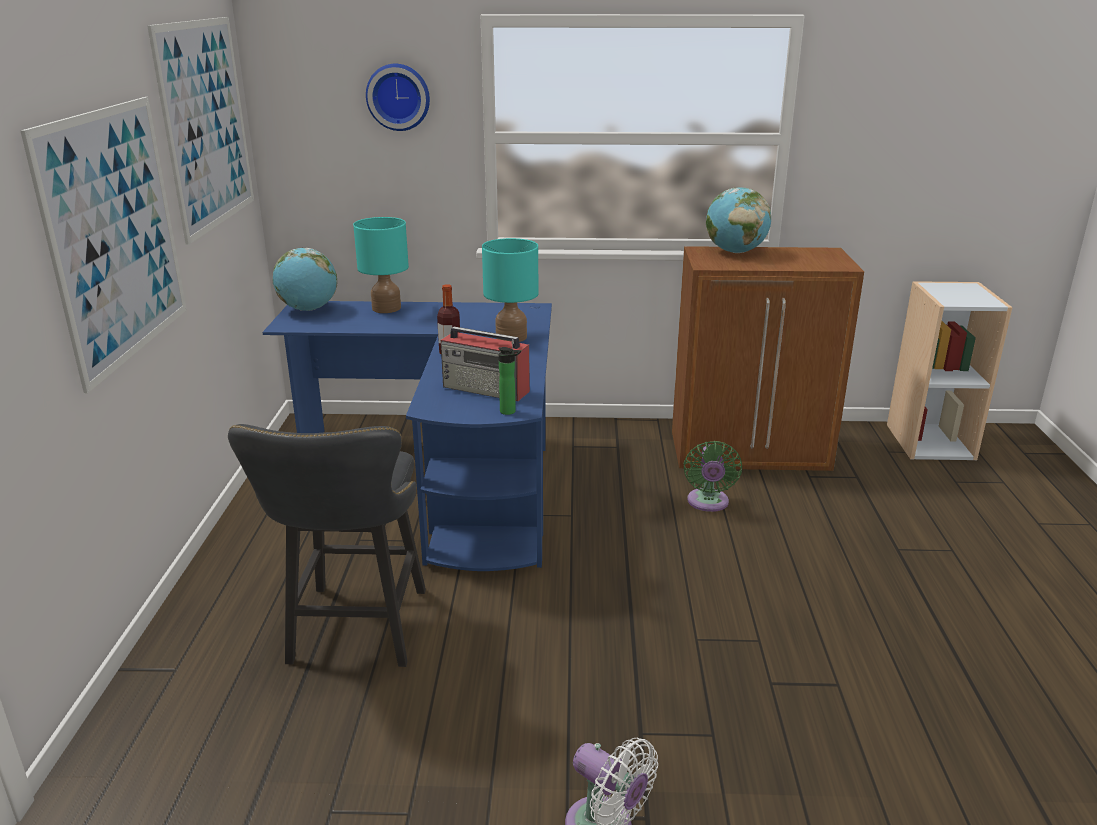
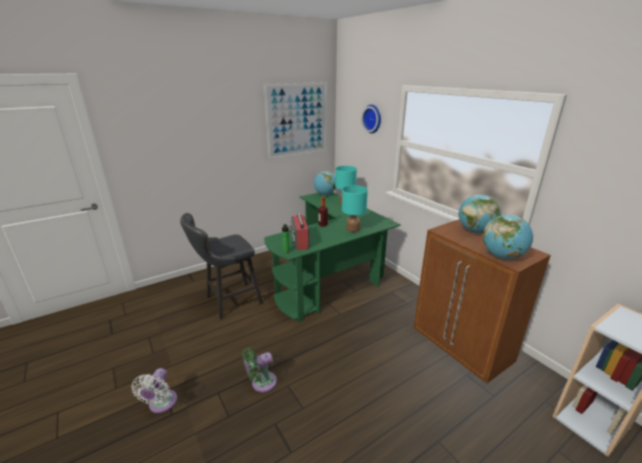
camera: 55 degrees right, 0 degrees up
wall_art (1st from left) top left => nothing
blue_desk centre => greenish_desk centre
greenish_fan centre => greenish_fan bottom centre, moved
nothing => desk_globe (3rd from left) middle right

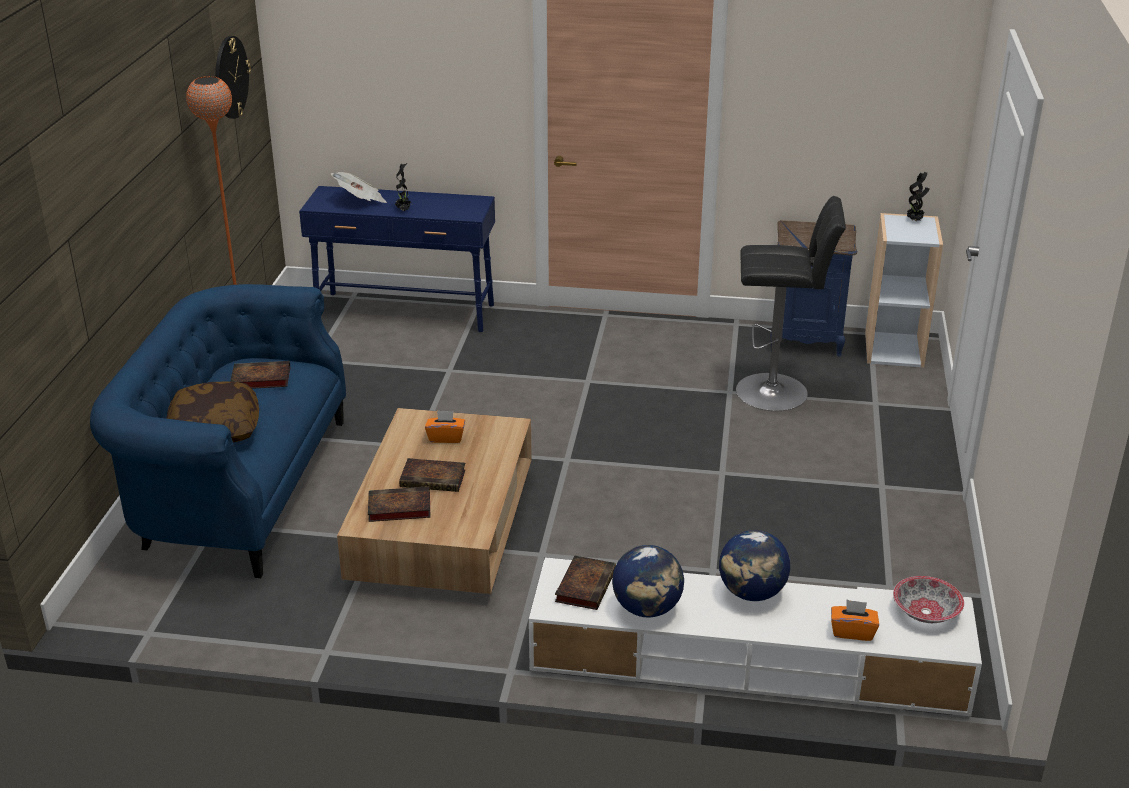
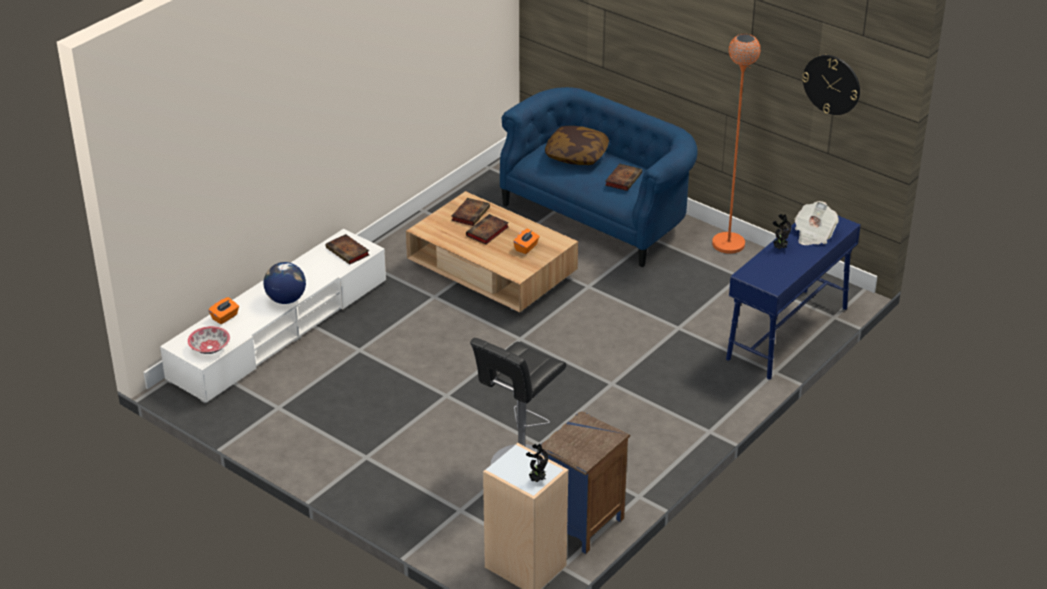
camera: 120 degrees right, 5 degrees up
desk_globe (1st from left) bottom centre => nothing

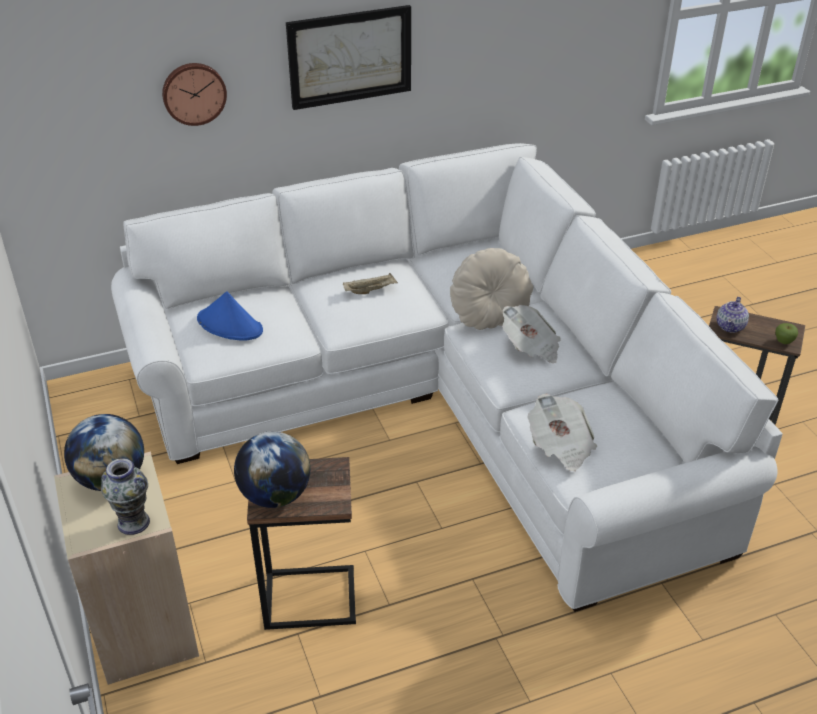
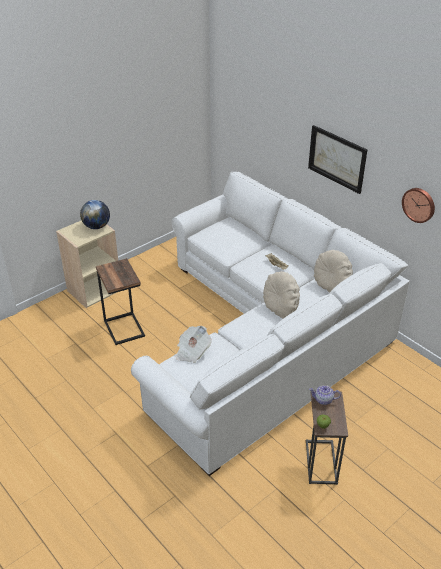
camera: 70 degrees right, 0 degrees up
decorative_vase bottom left => nothing
hanging_clock top left => hanging_clock middle right, moved
blue_clothing_hat middle left => nothing
desk_globe (2nd from left) middle left => nothing
daily_paper (1st from left) centre => nothing
nothing => beige_cushion (2nd from left) middle right

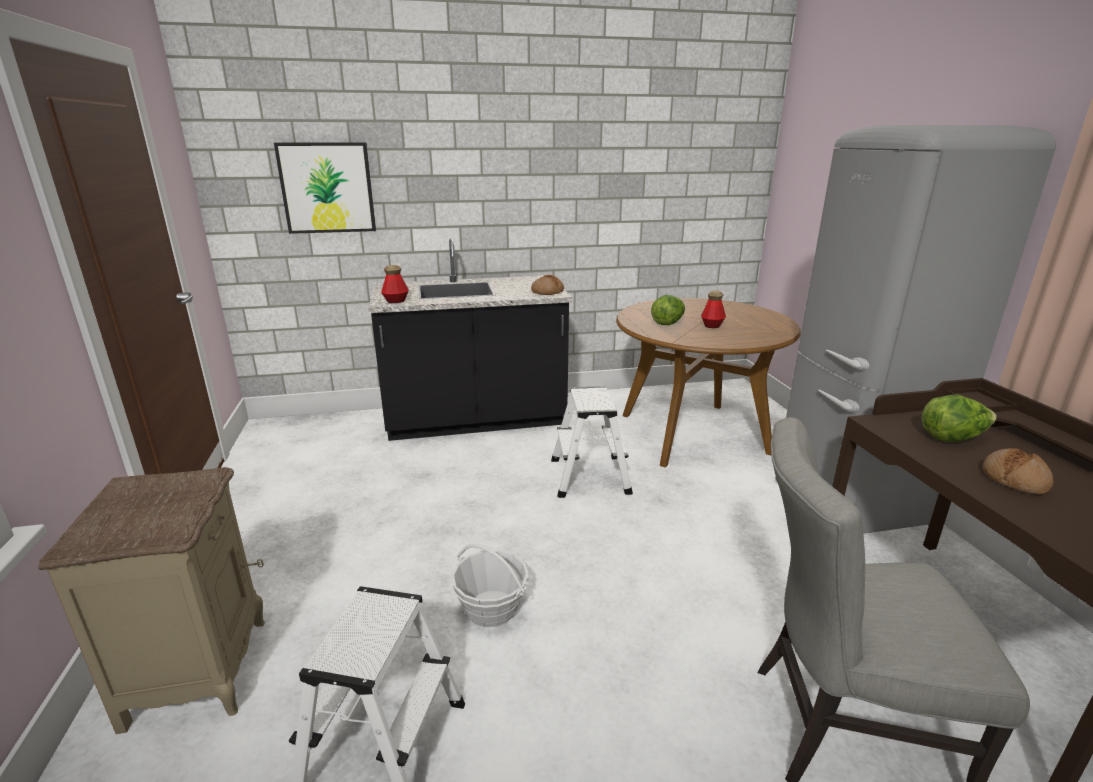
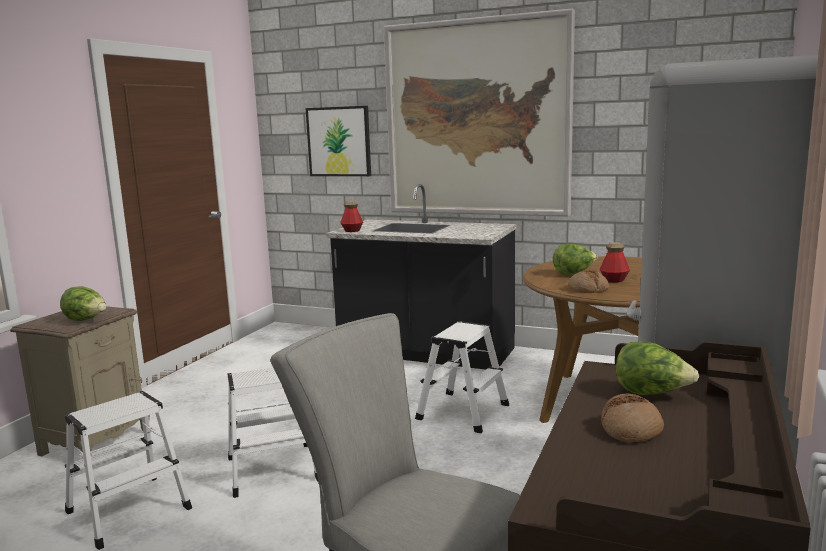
camera: 35 degrees right, 10 degrees down
storage_basket bottom centre => whitish_step_stool (2nd from left) bottom left
bread (1st from left) centre => bread (1st from left) middle right, moved
nothing => head_of_lettuce (1st from left) middle left
nothing => wall_art (2nd from left) top centre

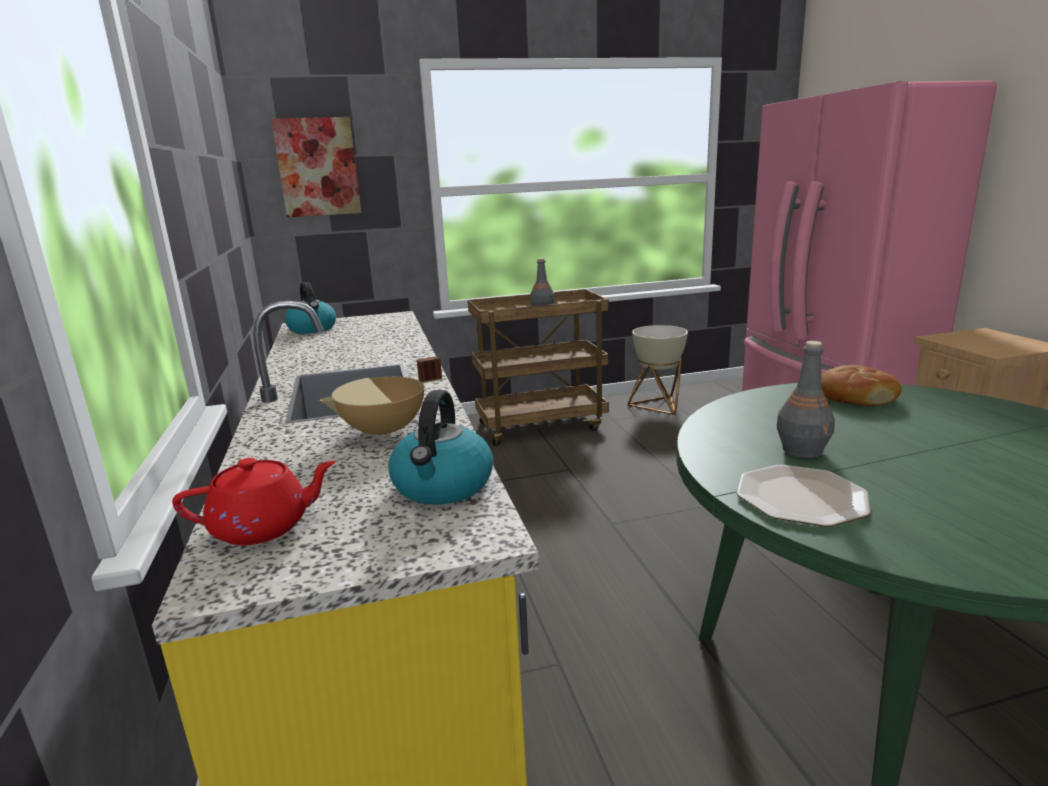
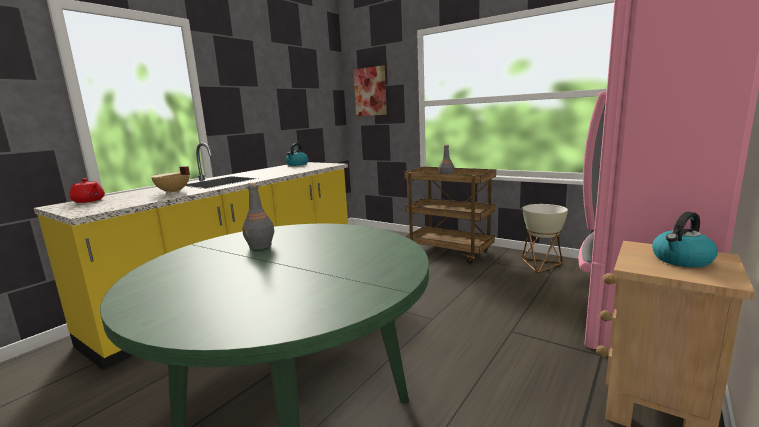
camera: 50 degrees right, 5 degrees down
kettle (2nd from left) centre => kettle (2nd from left) middle right, moved
flat_dish middle right => nothing
bread middle right => nothing

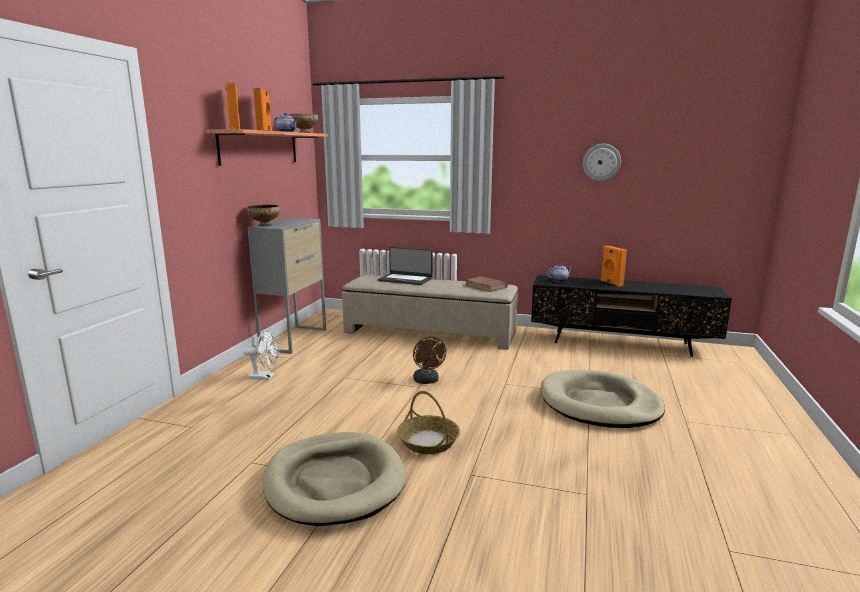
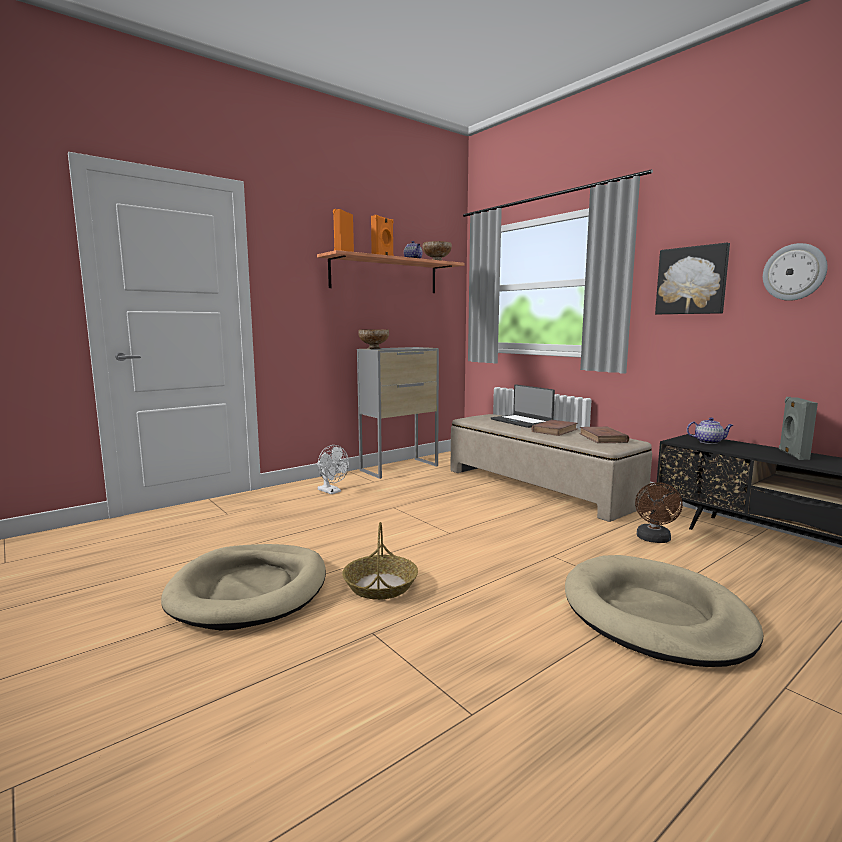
camera: 35 degrees right, 5 degrees down
brown-coloured_fan centre => brown-coloured_fan middle right, moved
orange_loudspeaker (3rd from left) middle right => gray_loudspeaker middle right
nothing => brown-coloured_volume (1st from left) centre
nothing => wall_art top right

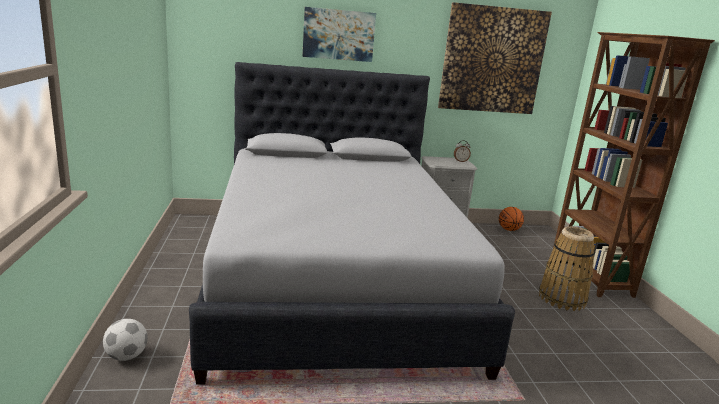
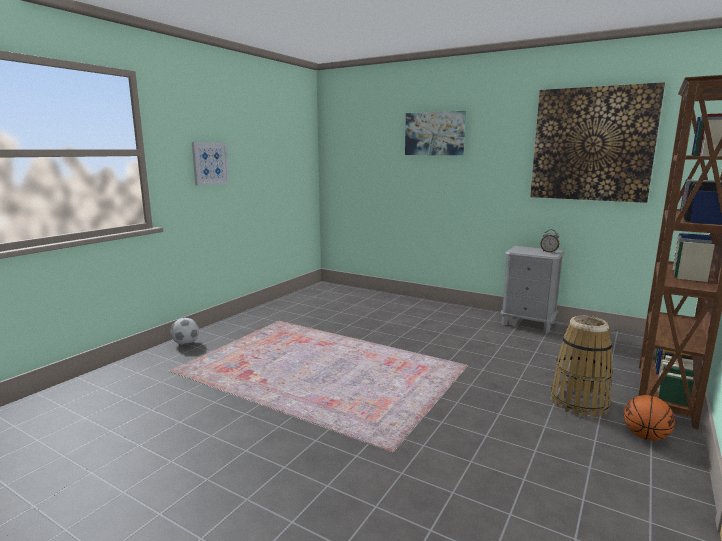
camera: 40 degrees right, 5 degrees down
gray_sleeping_bed centre => nothing
basketball_ball middle right => basketball_ball bottom right, moved
nothing => wall_art (1st from left) top left

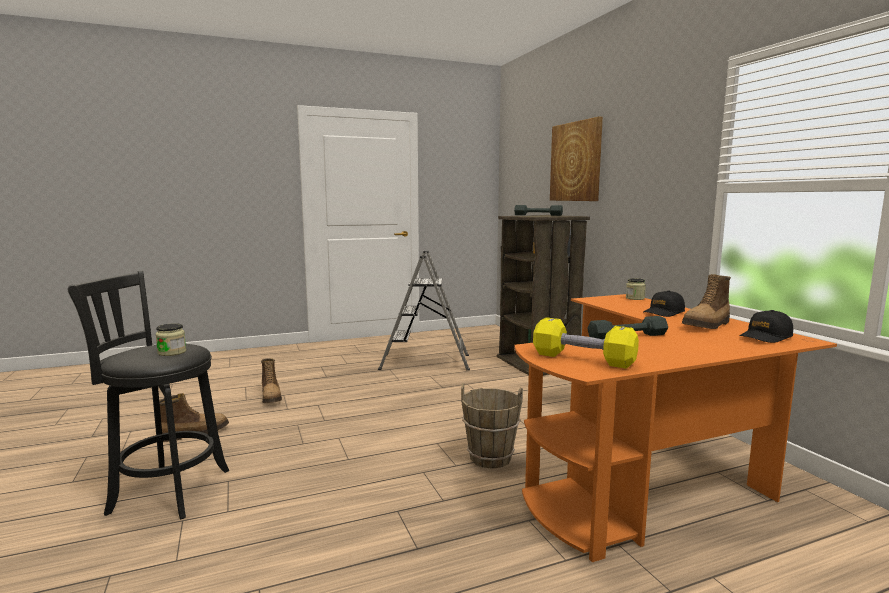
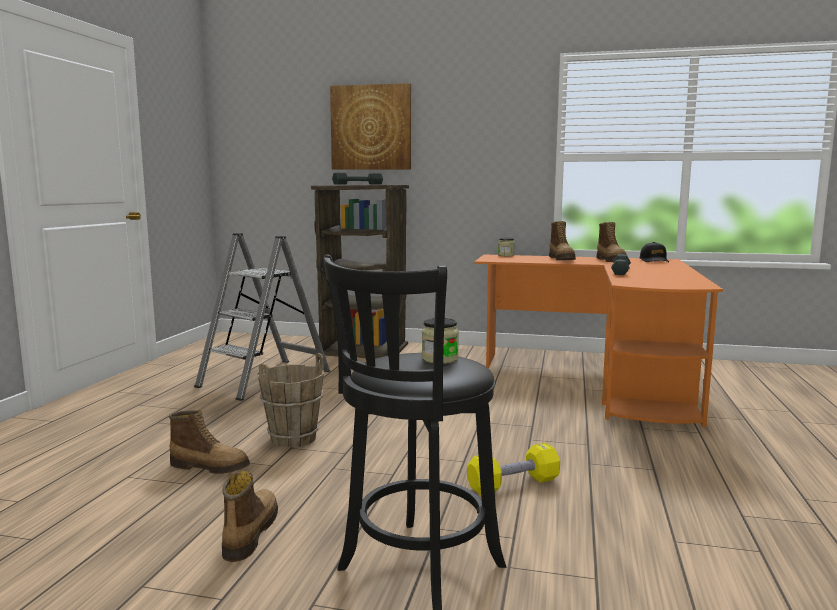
camera: 55 degrees left, 0 degrees up
brown-coloured_water_bucket bottom centre => brown-coloured_water_bucket centre, moved
yellow_hand_weight centre => yellow_hand_weight bottom centre, moved
black_baseball_cap (1st from left) middle right => high-top_boot (3rd from left) middle right

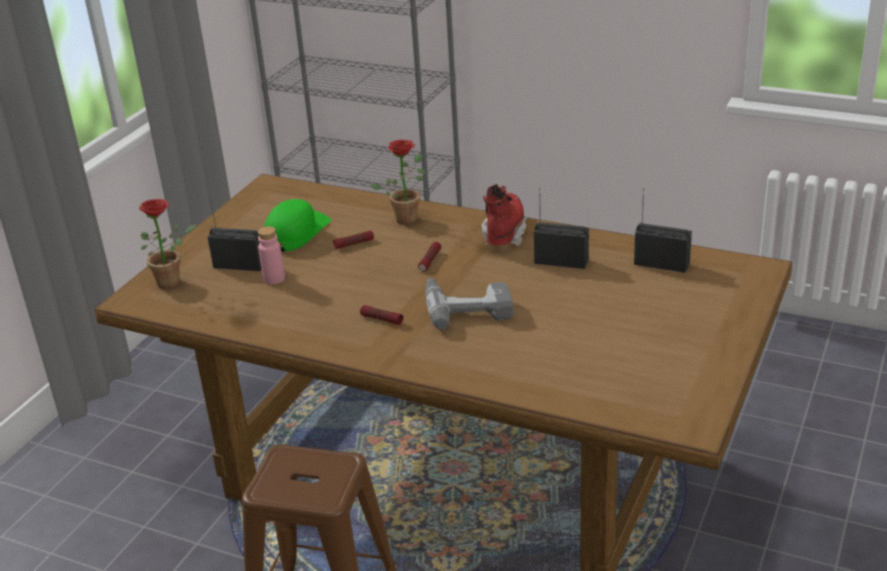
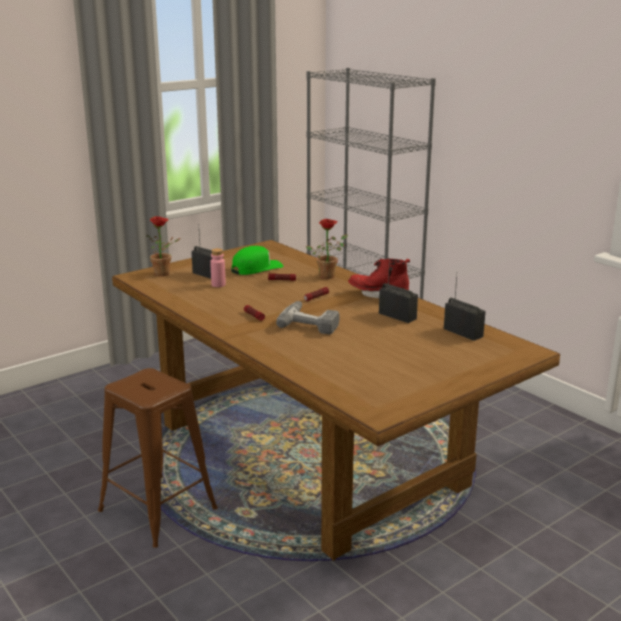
camera: 25 degrees right, 10 degrees down
reddish_high-top_boot centre, 105 degrees counterclockwise

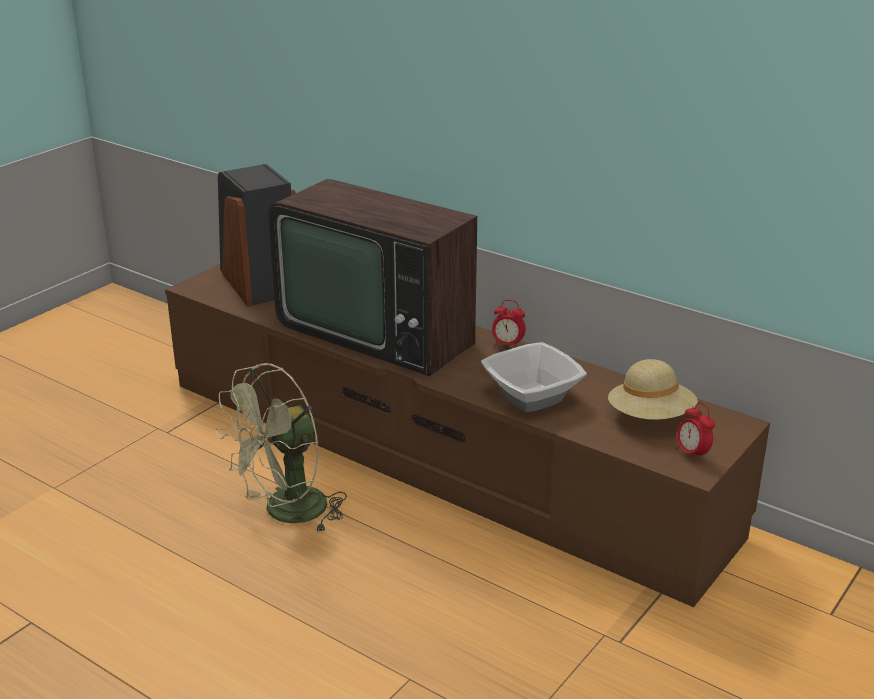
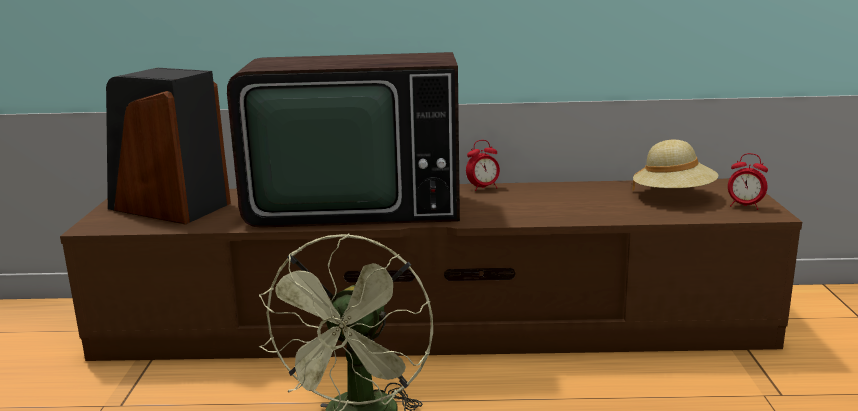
camera: 35 degrees left, 10 degrees down
deep_dish centre => nothing

